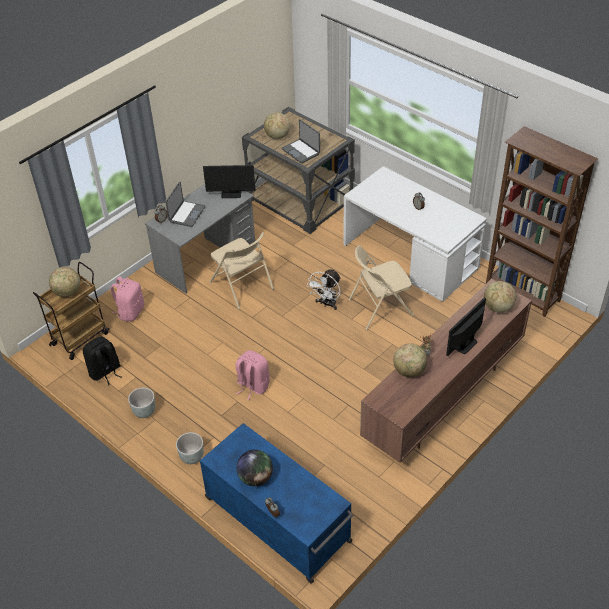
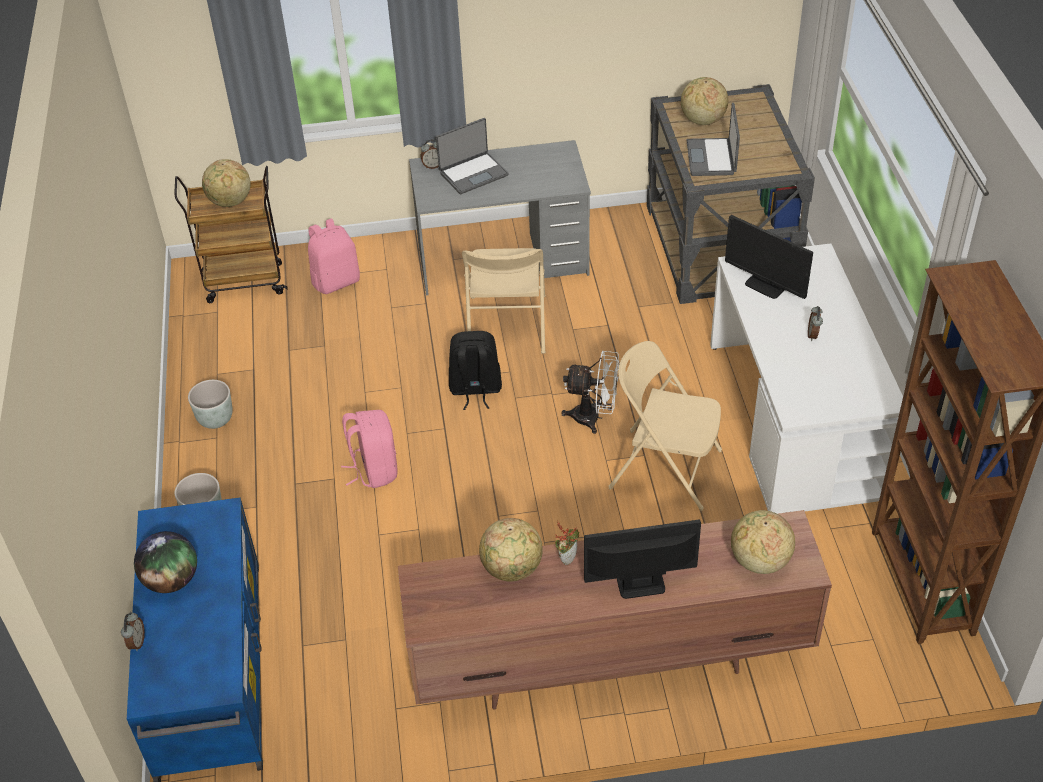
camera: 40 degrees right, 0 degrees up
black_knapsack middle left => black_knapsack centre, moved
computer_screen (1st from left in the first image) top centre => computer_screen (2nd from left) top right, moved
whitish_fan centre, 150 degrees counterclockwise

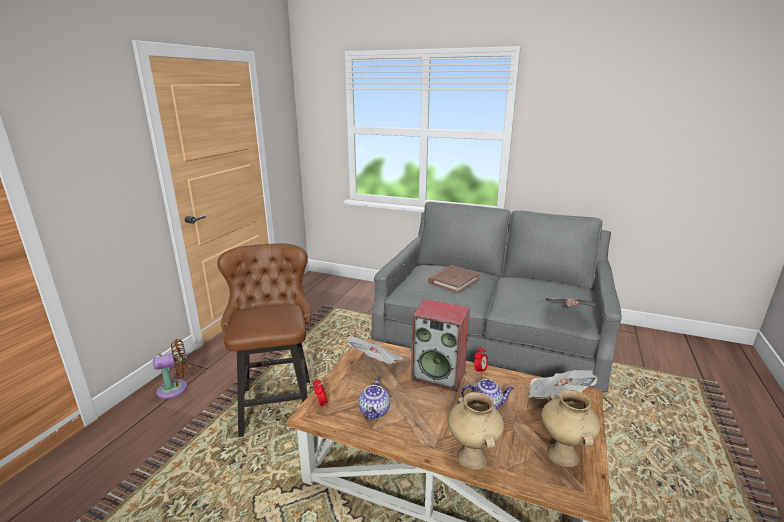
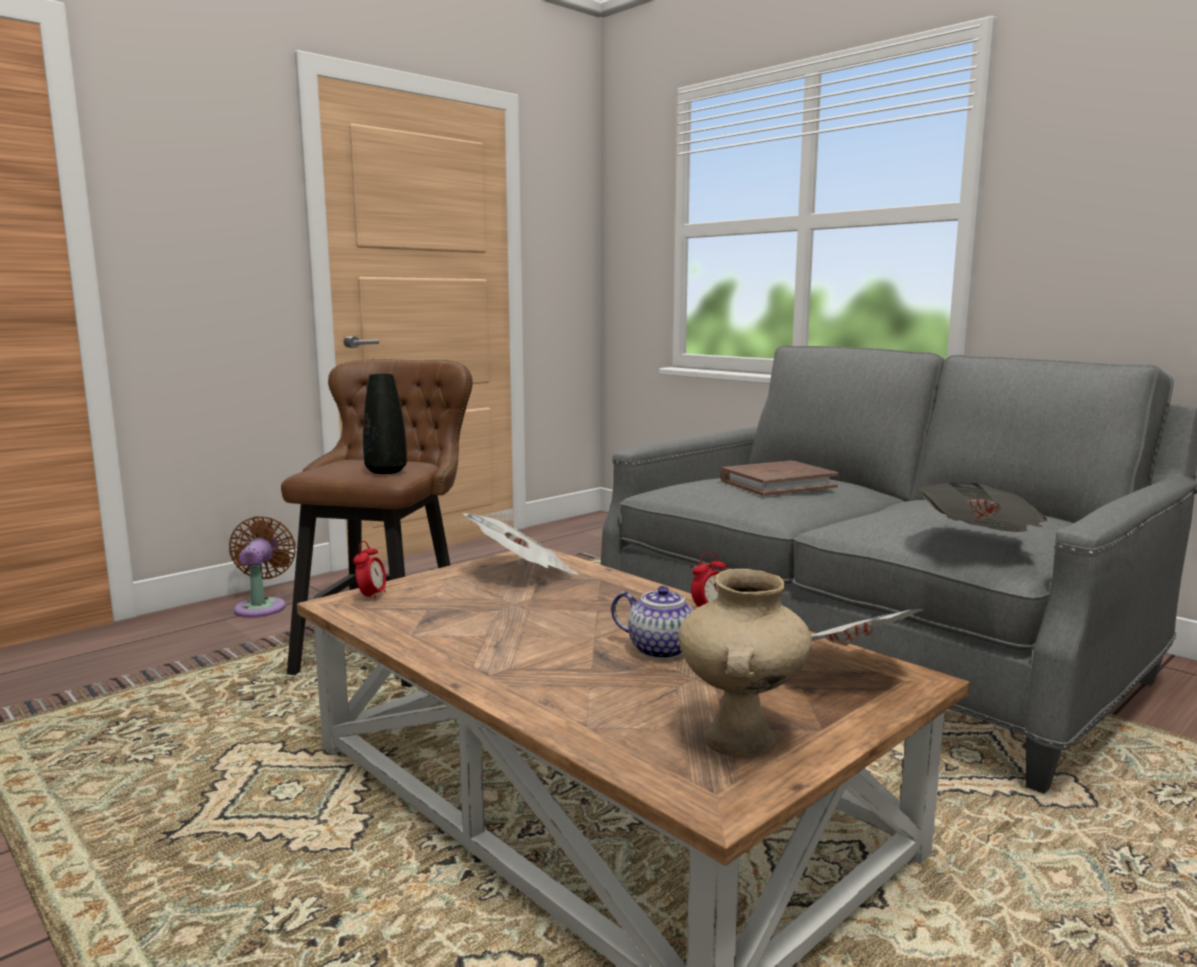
camera: 25 degrees right, 10 degrees down
brown-coloured_fan bottom left => brown-coloured_fan middle left, 90 degrees counterclockwise
pot_for_tea (1st from left) bottom centre => nothing
loudspeaker centre => nothing
beige_decorative_vase (1st from left) bottom centre => nothing
nothing => black_decorative_vase middle left

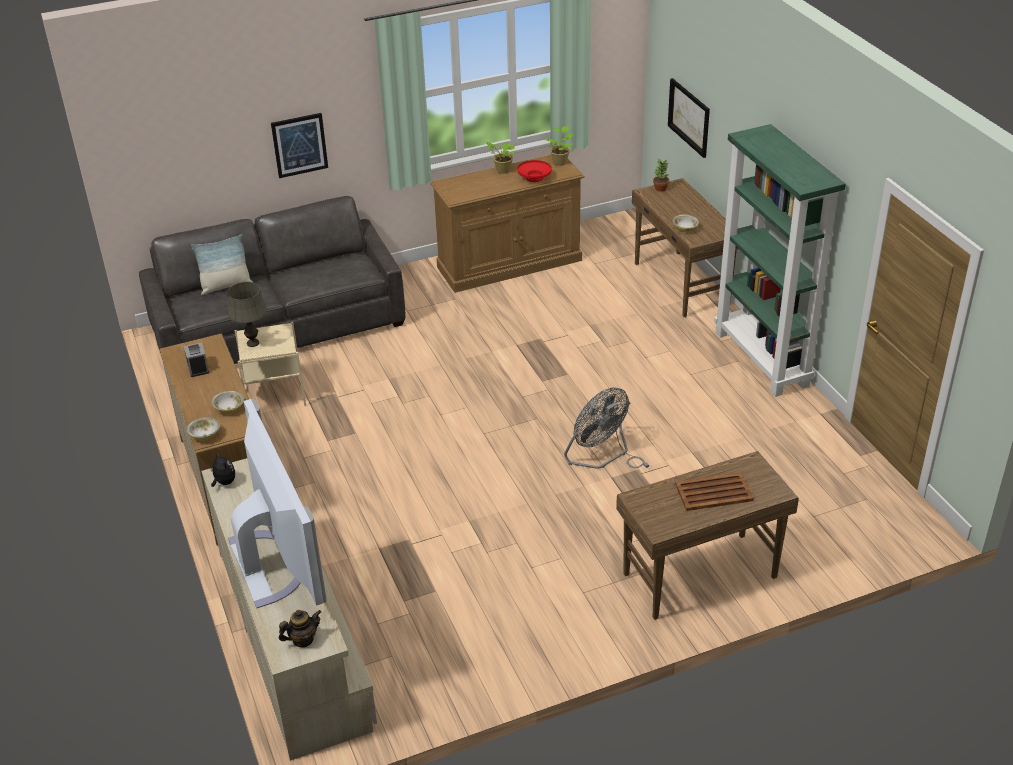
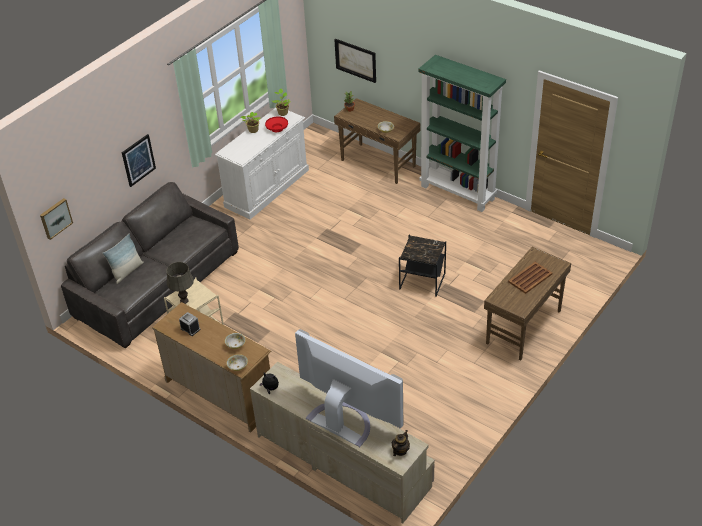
camera: 30 degrees left, 5 degrees up
brown-coloured_cabinet (2nd from left) top centre => whitish_cabinet top centre
gray_fan centre => black_accent_table centre
nothing => wall_art (1st from left) middle left

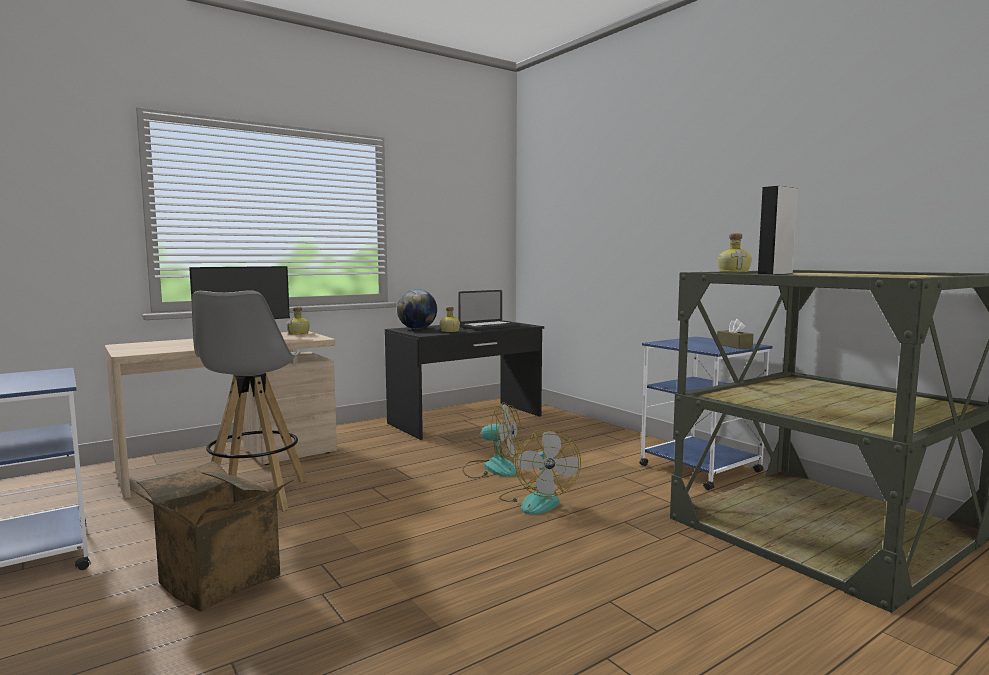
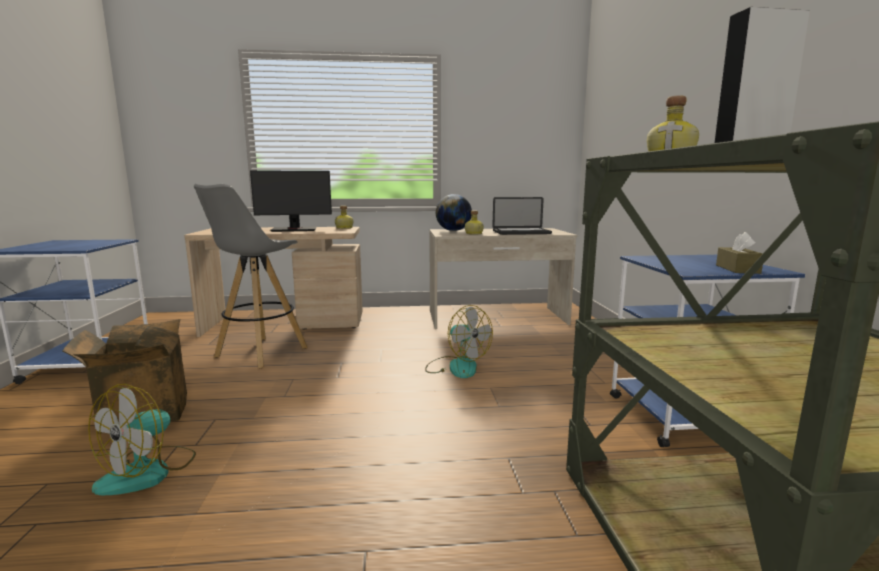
camera: 30 degrees right, 5 degrees up
black_desk centre => beige_desk (2nd from left) centre
fan (2nd from left in the first image) bottom centre => fan (1st from left) bottom left, moved

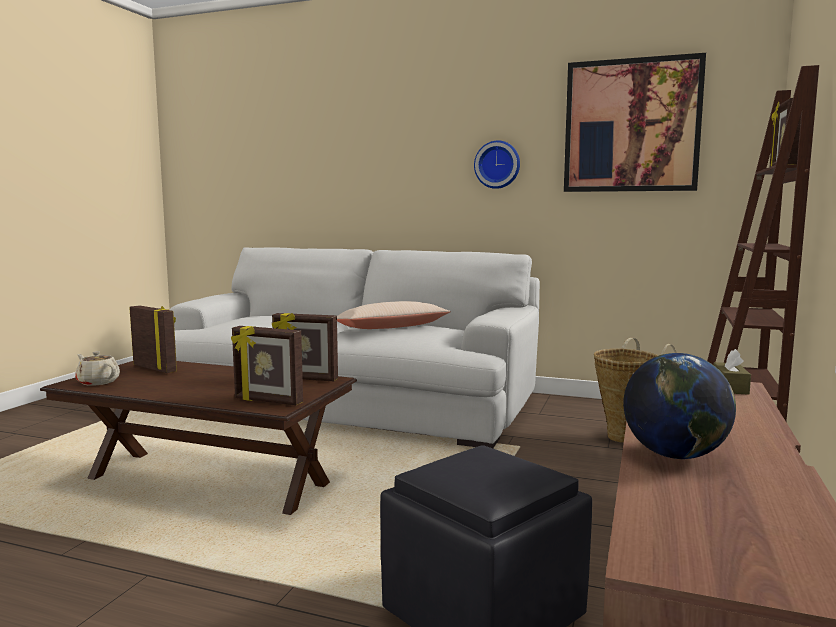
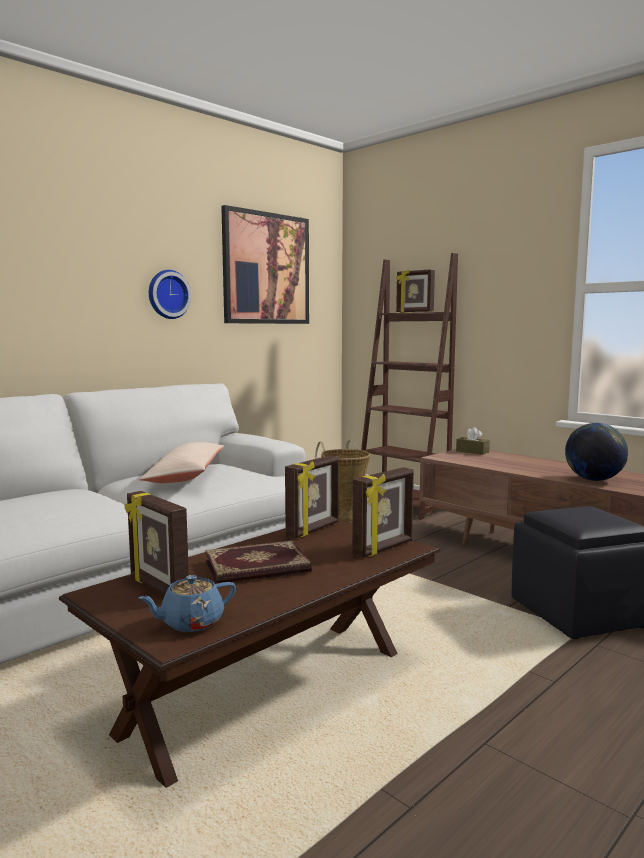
camera: 65 degrees left, 0 degrees up
beige_pot_for_tea middle left => blue_pot_for_tea bottom left
standing_frame (1st from left) middle left, 105 degrees counterclockwise
nothing => volume centre

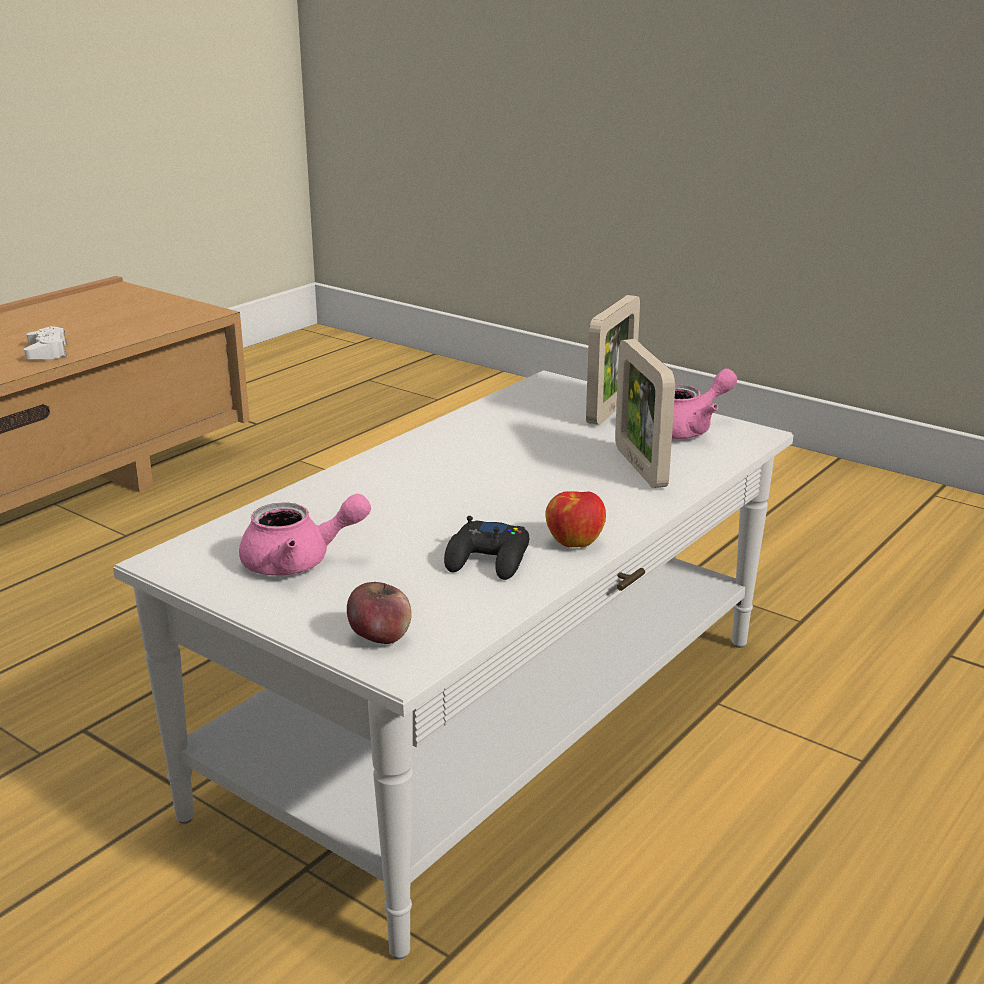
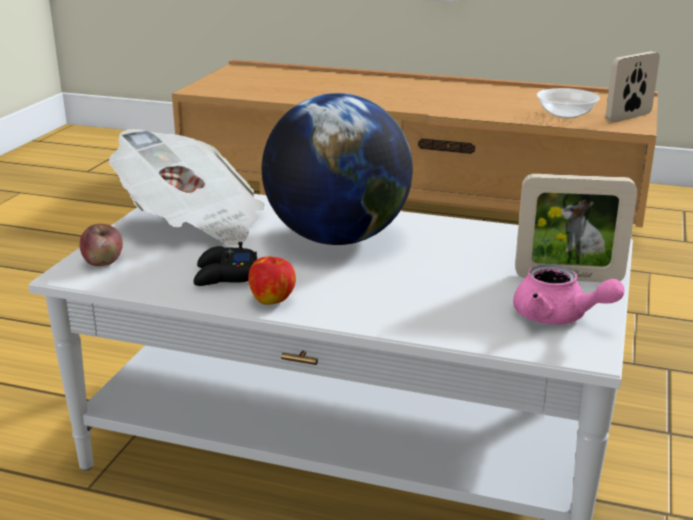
camera: 70 degrees right, 0 degrees up
whitish_game_controller middle left => nothing
pink-coloured_pot_for_tea (1st from left) middle left => daily_paper middle left
standing_frame (2nd from left) centre => standing_frame (2nd from left) top right, moved
nothing => desk_globe top centre
nothing => deep_dish top right

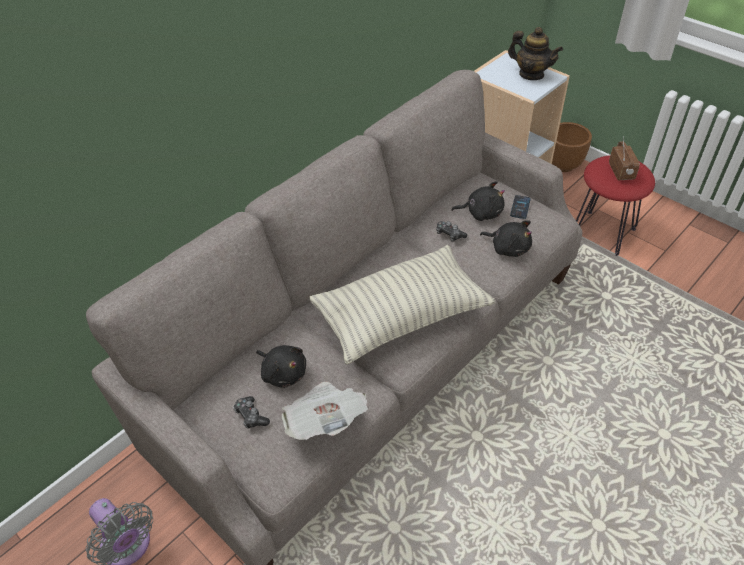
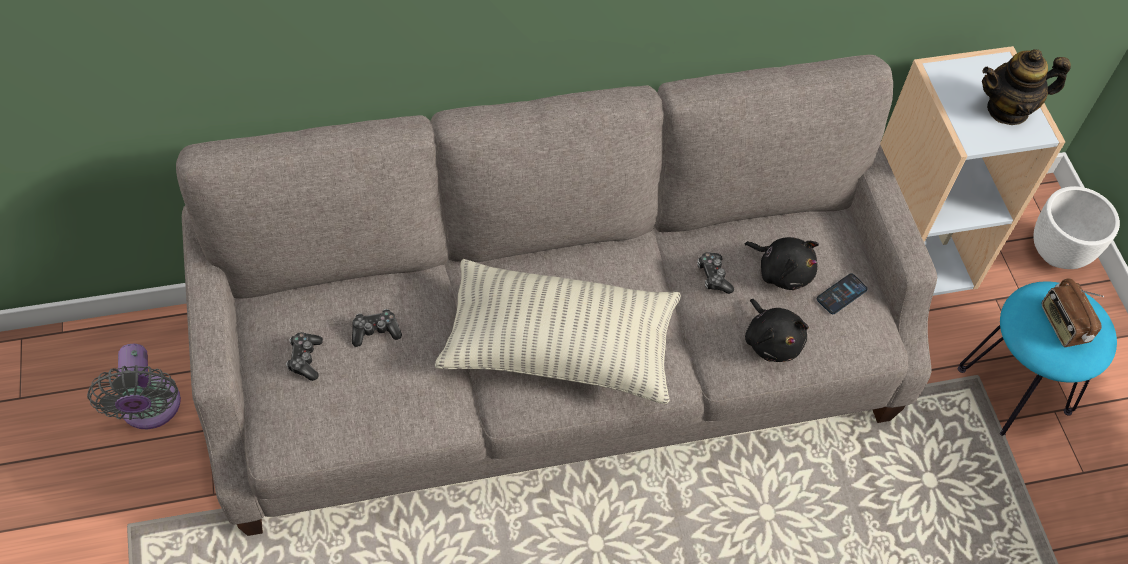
camera: 30 degrees right, 10 degrees up
black_plush_toy (1st from left) centre => game_controller (2nd from left) centre
daily_paper bottom centre => nothing
pot_for_tea top right, 105 degrees clockwise
brown-coloured_plant_pot top right => whitish_plant_pot middle right
reddish_sitting_stool middle right => turquoise-coloured_sitting_stool middle right
radio top right => radio middle right, 135 degrees clockwise

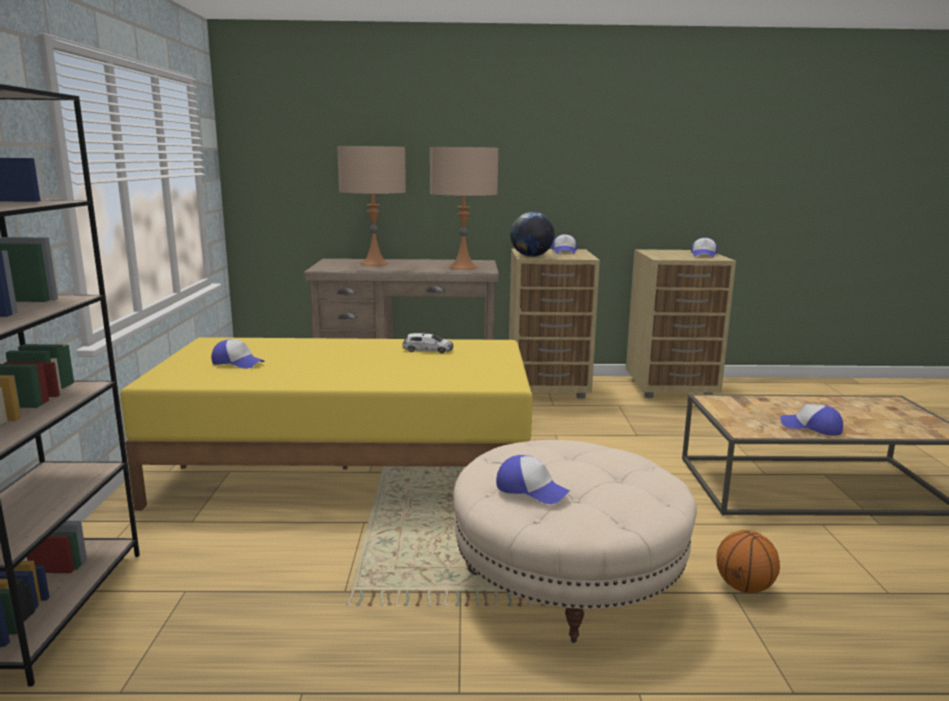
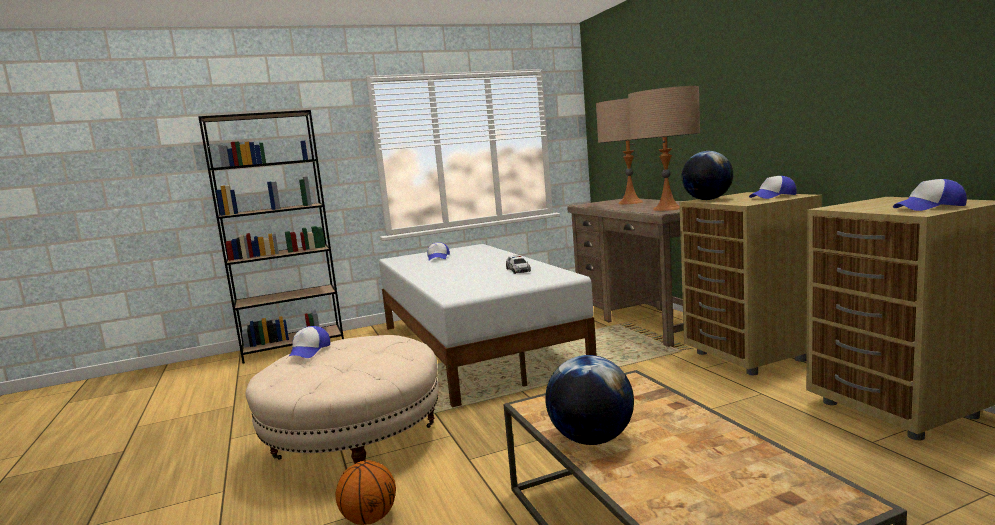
camera: 70 degrees right, 5 degrees down
yellow_sleeping_bed centre => whitish_sleeping_bed centre
baseball_cap (5th from left) middle right => desk_globe (1st from left) bottom centre

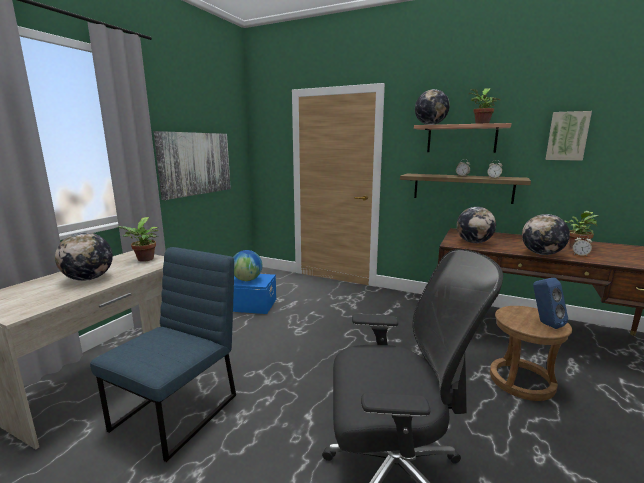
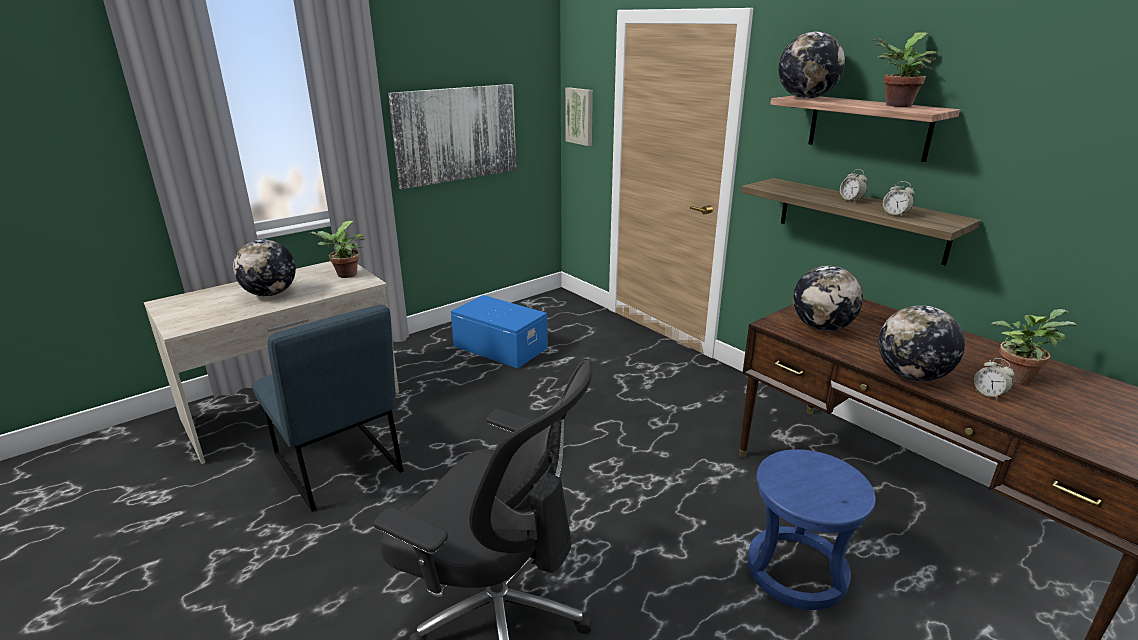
camera: 25 degrees right, 10 degrees up
blue_upright_chair bottom left => blue_upright_chair middle left, 90 degrees clockwise
desk_globe (2nd from left) centre => nothing
brown-coloured_sitting_stool bottom right => blue_sitting_stool bottom right
blue_loudspeaker middle right => nothing
wall_art (2nd from left) top right => wall_art (2nd from left) top centre, moved

